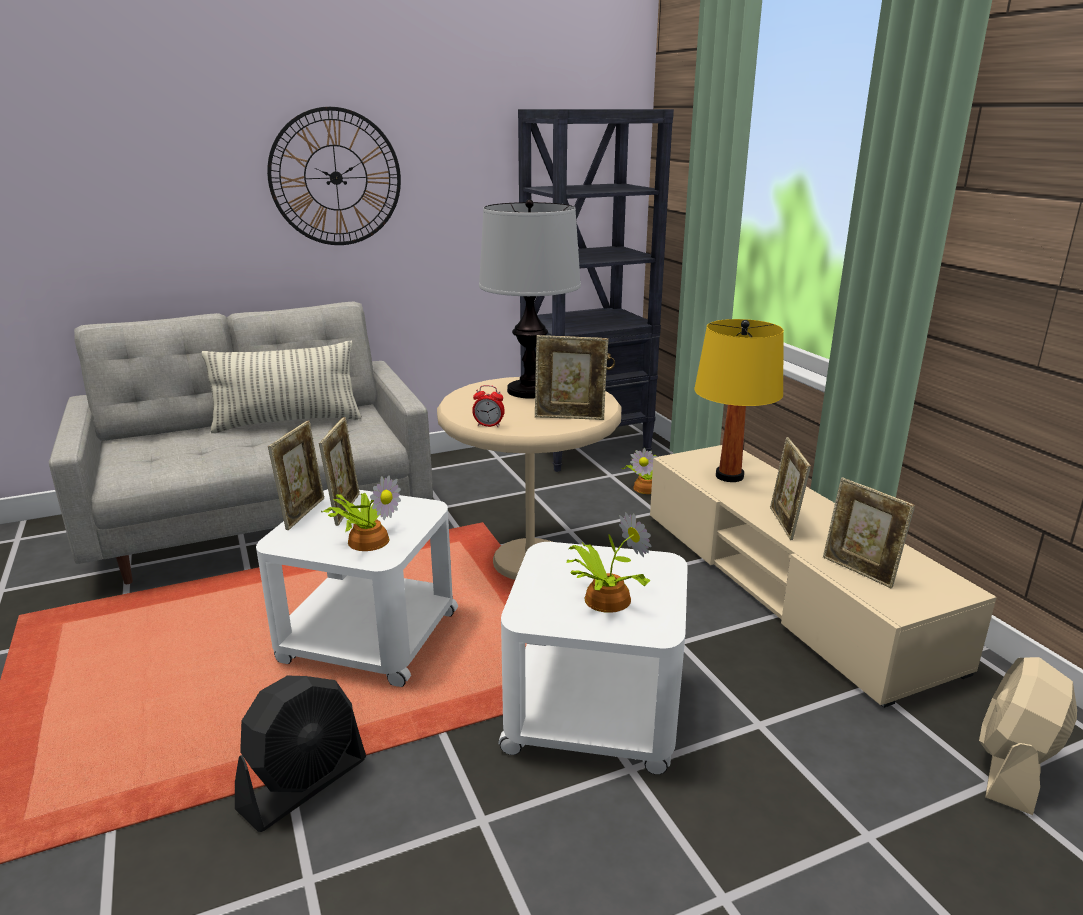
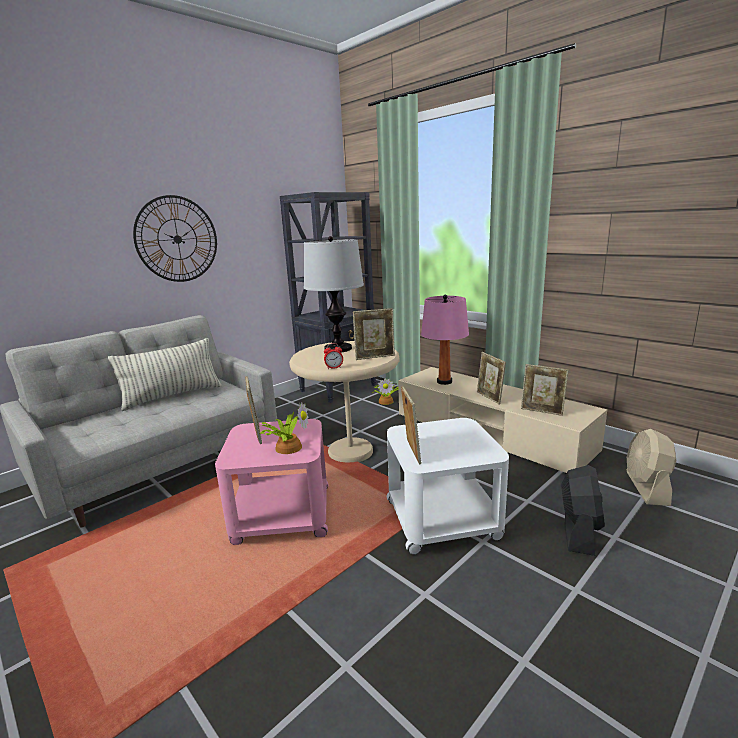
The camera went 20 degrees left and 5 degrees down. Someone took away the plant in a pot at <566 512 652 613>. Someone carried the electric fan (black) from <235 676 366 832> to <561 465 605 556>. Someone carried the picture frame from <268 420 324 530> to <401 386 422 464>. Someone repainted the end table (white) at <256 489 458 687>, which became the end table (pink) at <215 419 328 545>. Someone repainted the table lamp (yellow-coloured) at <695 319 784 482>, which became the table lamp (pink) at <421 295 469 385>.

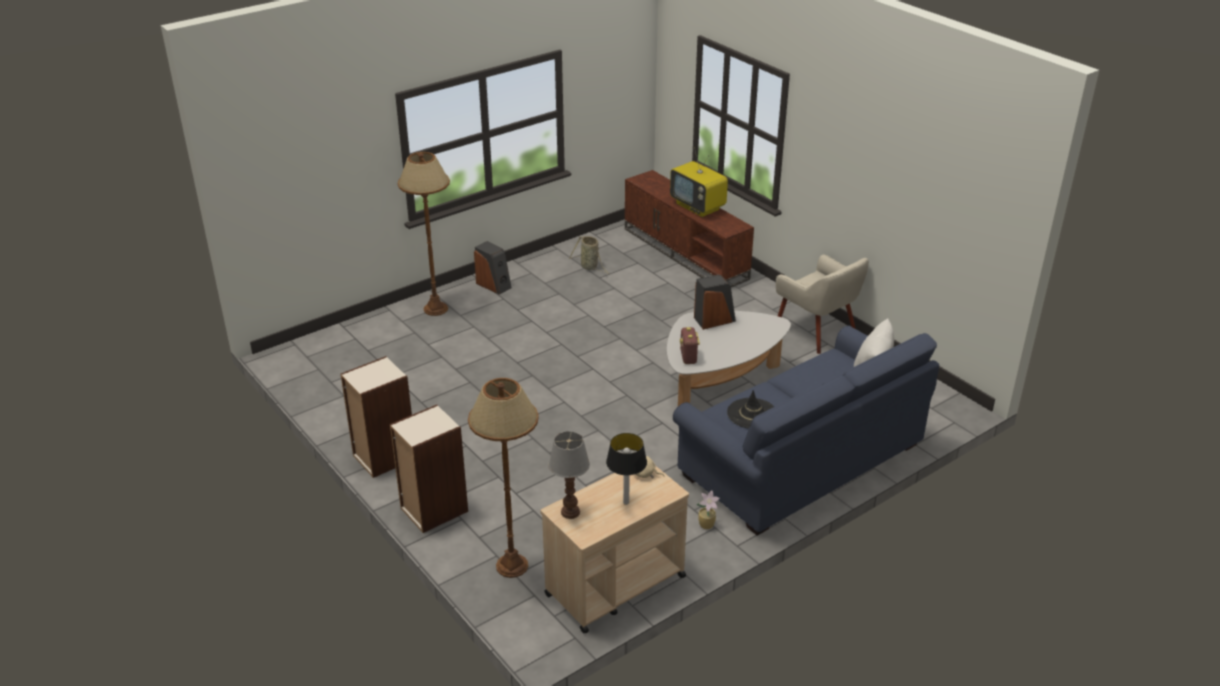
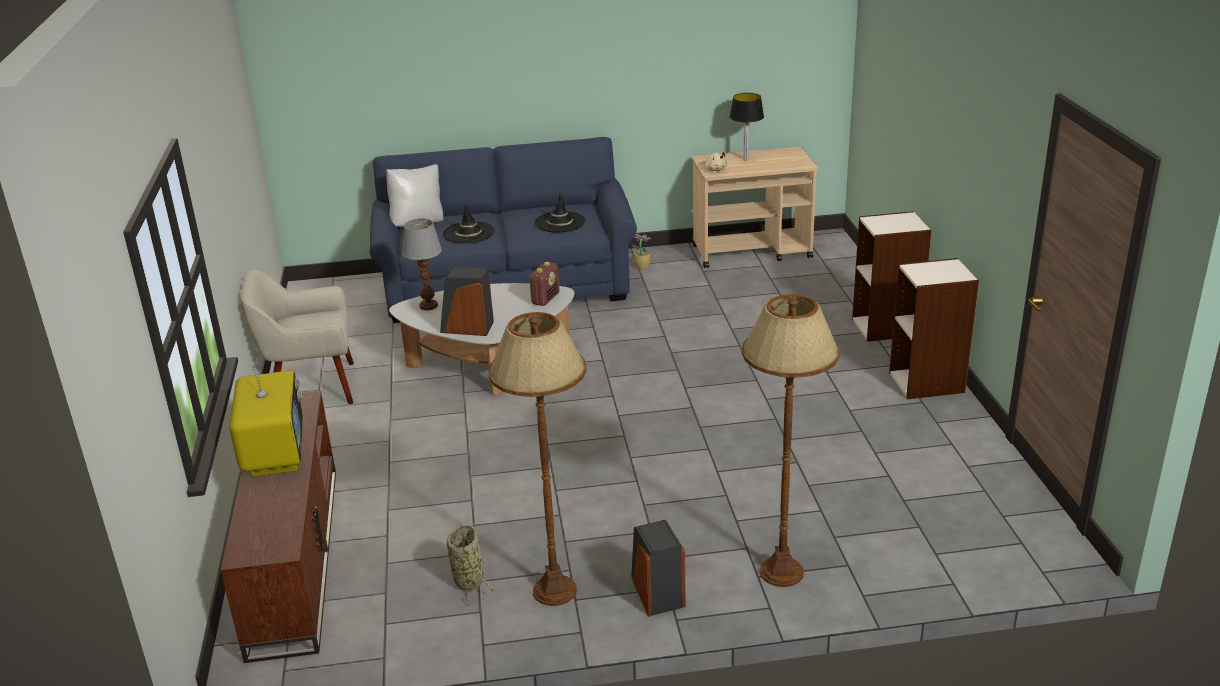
The camera went 150 degrees left and 5 degrees down. Someone put down the hat (black) at <443 205 495 243>. Someone carried the standing lamp (brownish) from <468 378 539 578> to <489 312 587 606>. Someone carried the table lamp from <549 431 590 519> to <402 218 442 310>. Someone rotated the lounge chair (sand-coloured) at <776 254 869 354> by 90 degrees counterclockwise.

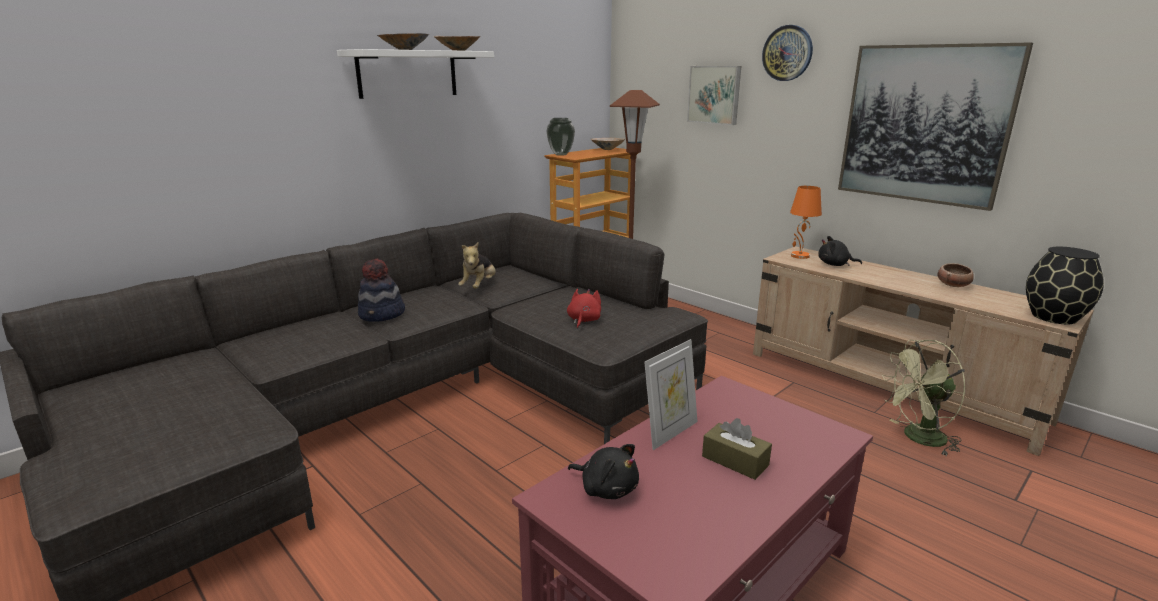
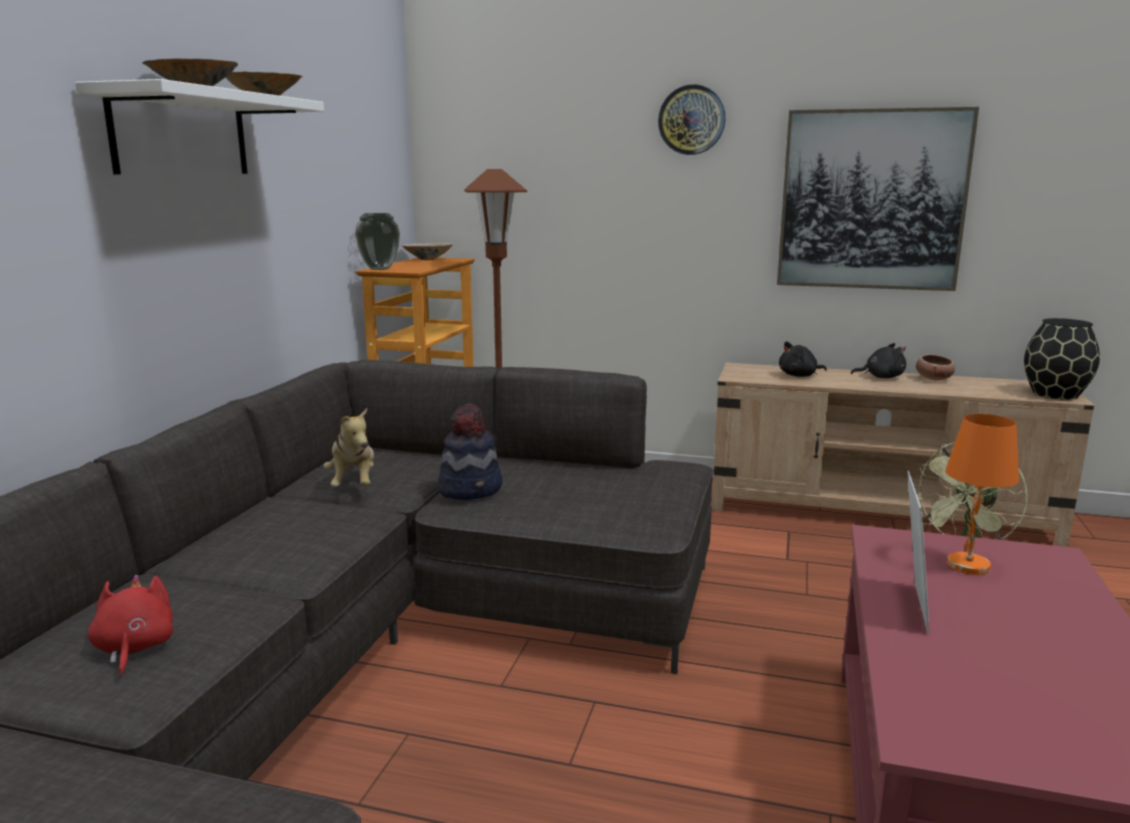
The camera went 30 degrees left and 5 degrees down. Someone took away the picture at <687 66 741 125>. Someone took away the tissue box (brownish) at <702 418 772 480>. Someone carried the hat from <358 258 405 322> to <438 404 503 500>. Someone carried the plush toy (red) from <567 289 601 329> to <88 575 173 676>. Someone carried the plush toy (black) from <568 444 639 499> to <851 343 906 378>. Someone carried the table lamp (orange) from <790 186 822 259> to <945 414 1019 575>.

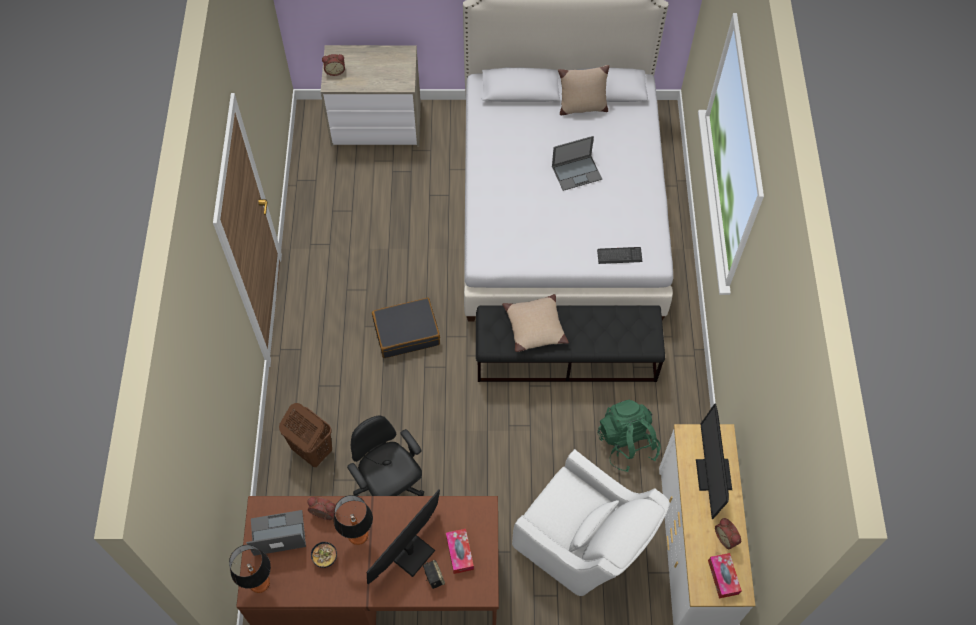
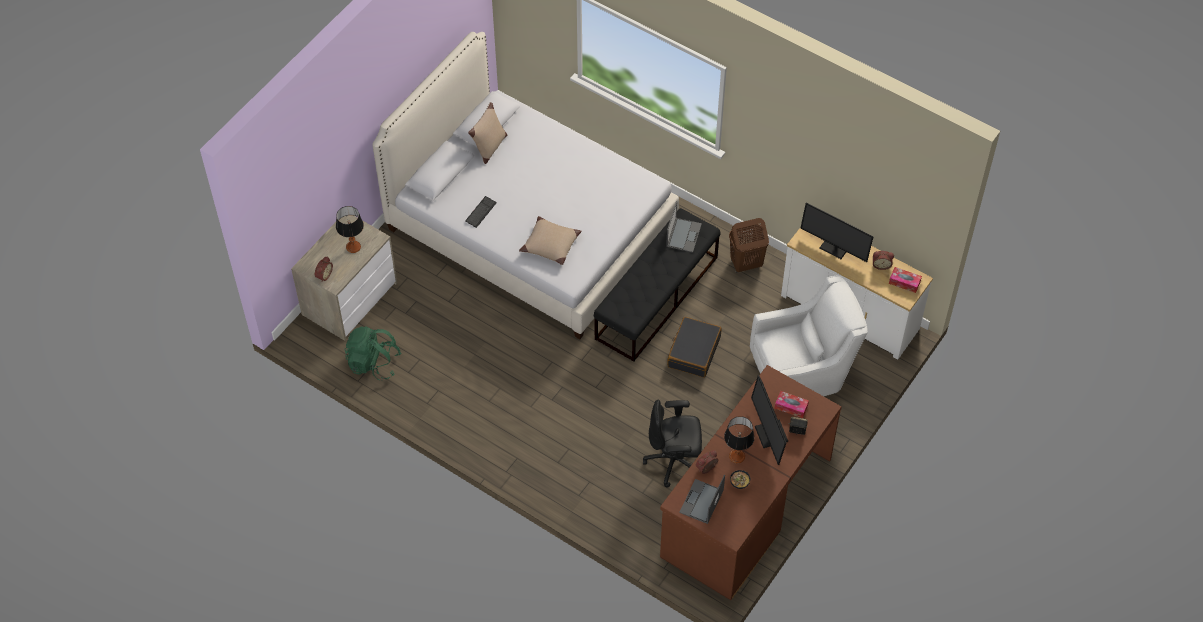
The camera went 55 degrees left and 5 degrees down. Someone carried the table lamp from <229 545 271 593> to <336 206 364 253>. Someone carried the washing basket (brownish) from <279 403 332 467> to <729 218 769 272>. Someone carried the travel case (black) from <372 298 440 358> to <667 317 722 378>. Someone carried the pillow (sand-coloured) from <502 294 569 352> to <519 216 582 265>. Someone carried the laptop from <552 136 602 191> to <666 201 702 253>. Someone carried the PC keyboard from <597 247 642 264> to <465 196 496 228>. Someone carried the rucksack (green) from <597 399 661 472> to <344 326 402 380>.

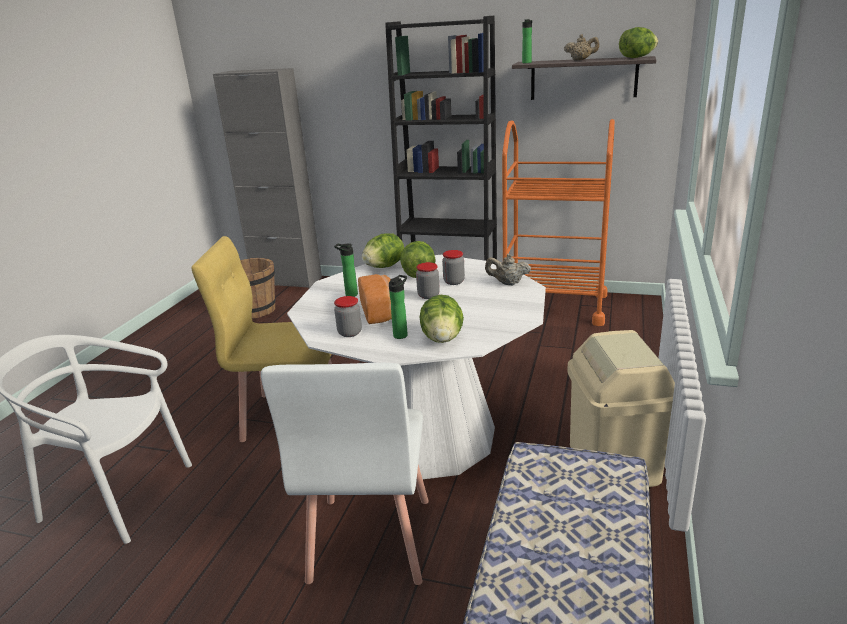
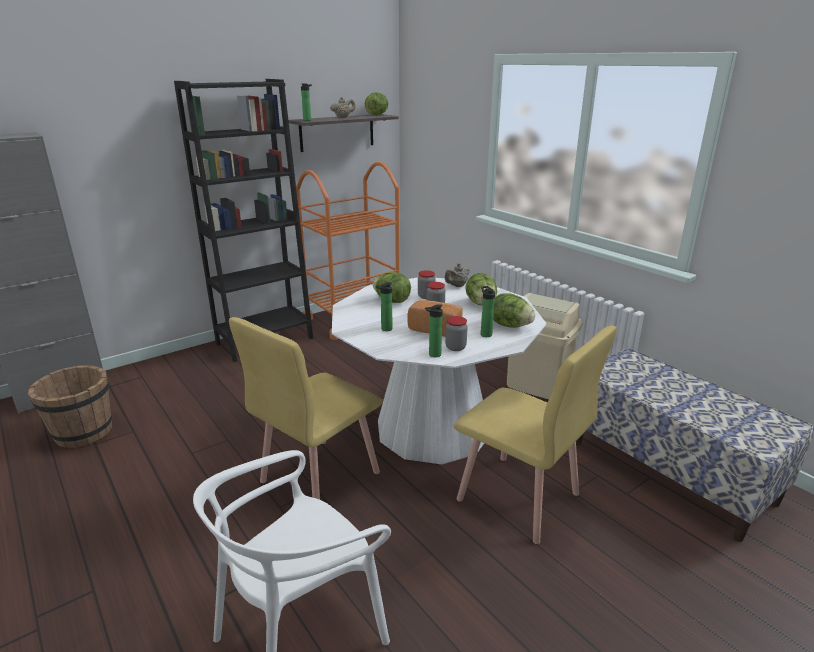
The camera went 55 degrees left and 0 degrees up. Someone put down the beverage bottle at <425 304 443 357>. Someone carried the head of lettuce from <362 233 404 268> to <465 273 497 305>. Someone repainted the upright chair (white) at <261 363 429 585>, which became the upright chair (yellow-coloured) at <453 326 617 544>.

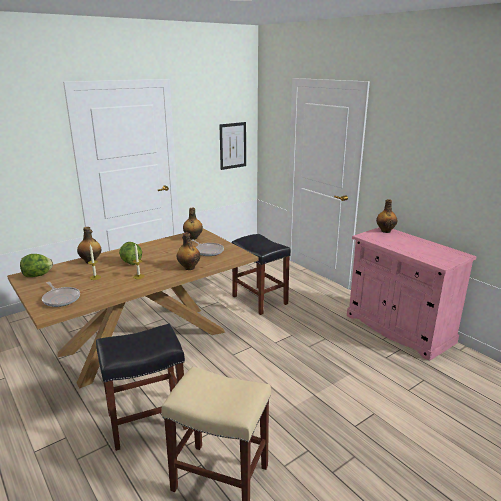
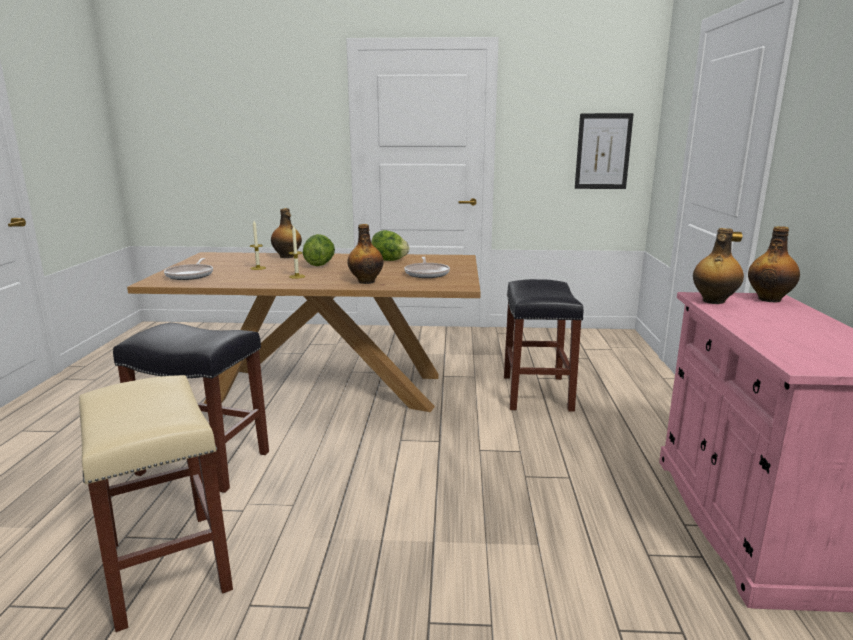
The camera went 40 degrees right and 5 degrees down. Someone carried the head of lettuce from <20 254 53 277> to <371 230 409 261>. Someone carried the beverage bottle from <183 208 203 240> to <693 228 744 304>.

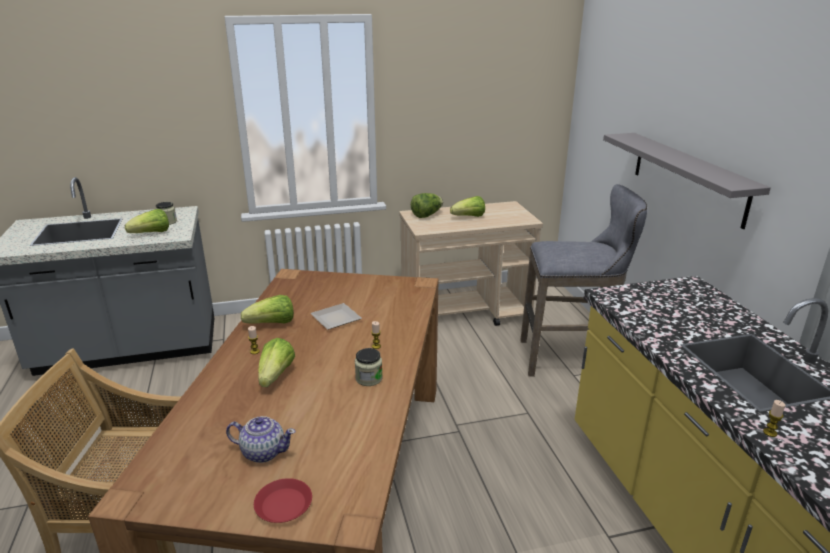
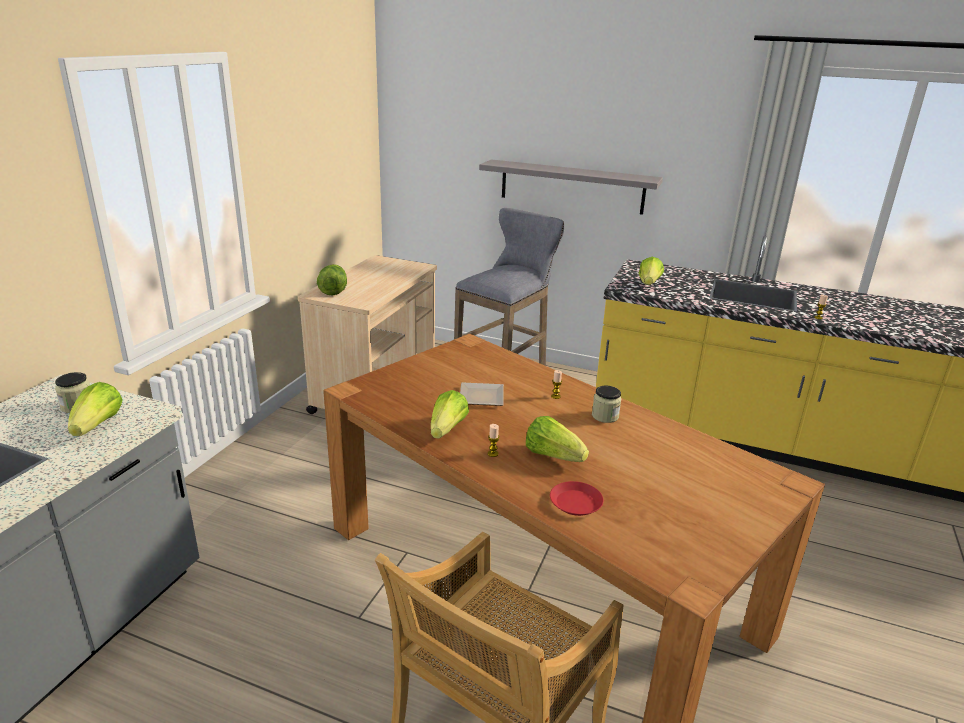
The camera went 55 degrees left and 0 degrees up. Someone took away the pot for tea at <226 416 296 463>. Someone carried the flat dish (red) from <254 478 312 523> to <550 481 604 516>. Someone carried the head of lettuce from <450 196 485 217> to <639 257 664 285>.

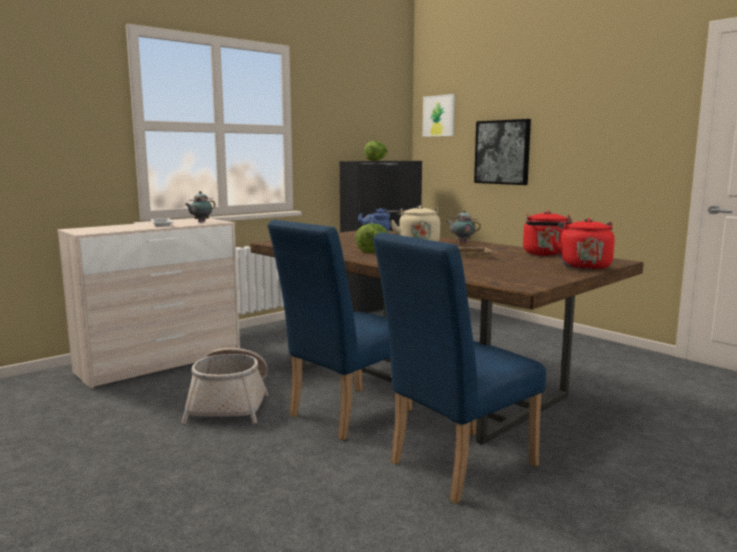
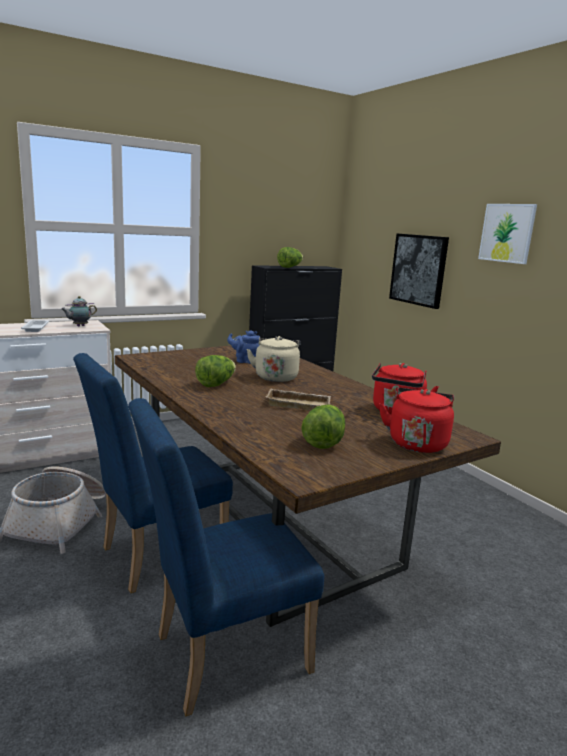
The camera went 10 degrees right and 5 degrees up. Someone took away the pot for tea at <446 210 481 242>. Someone put down the head of lettuce at <301 404 345 449>. Someone carried the picture from <423 94 455 137> to <478 204 537 264>.

